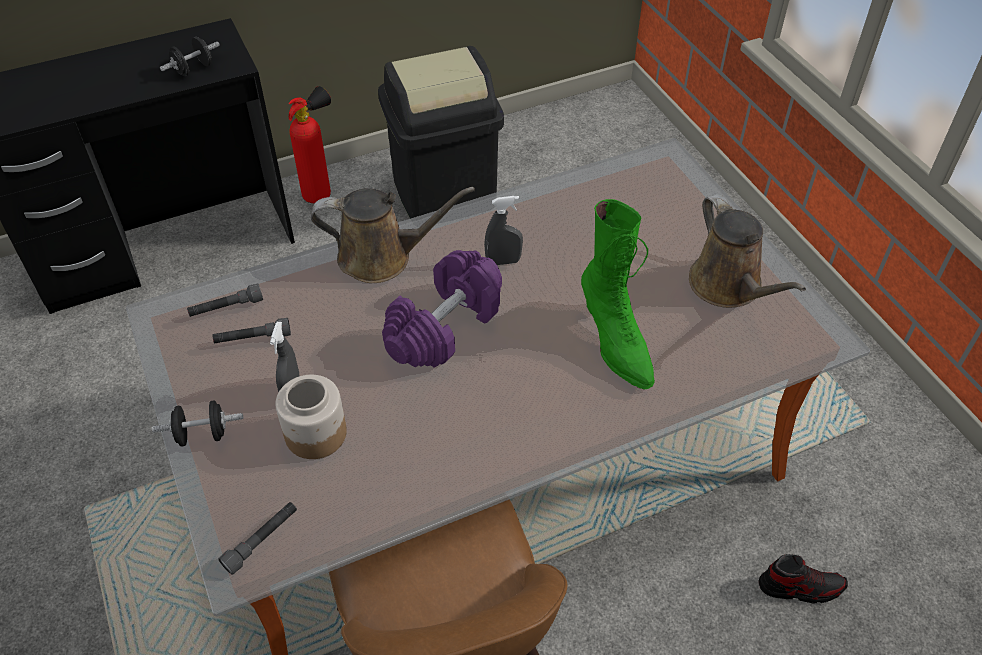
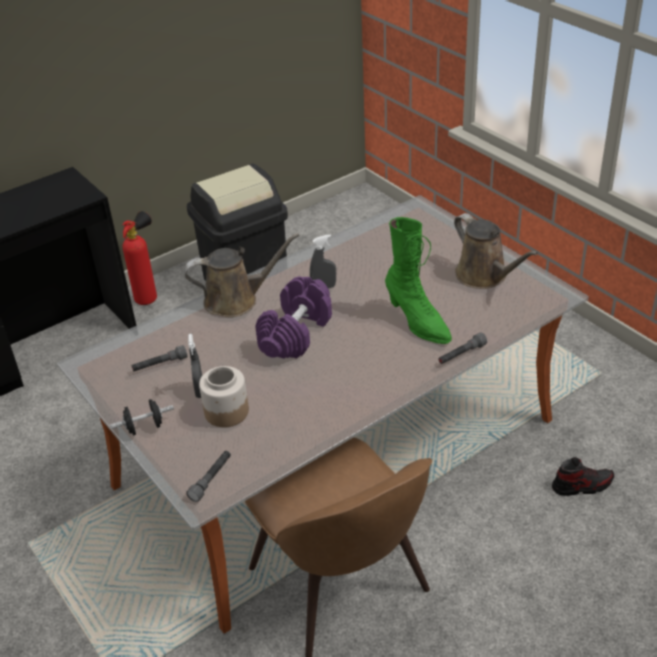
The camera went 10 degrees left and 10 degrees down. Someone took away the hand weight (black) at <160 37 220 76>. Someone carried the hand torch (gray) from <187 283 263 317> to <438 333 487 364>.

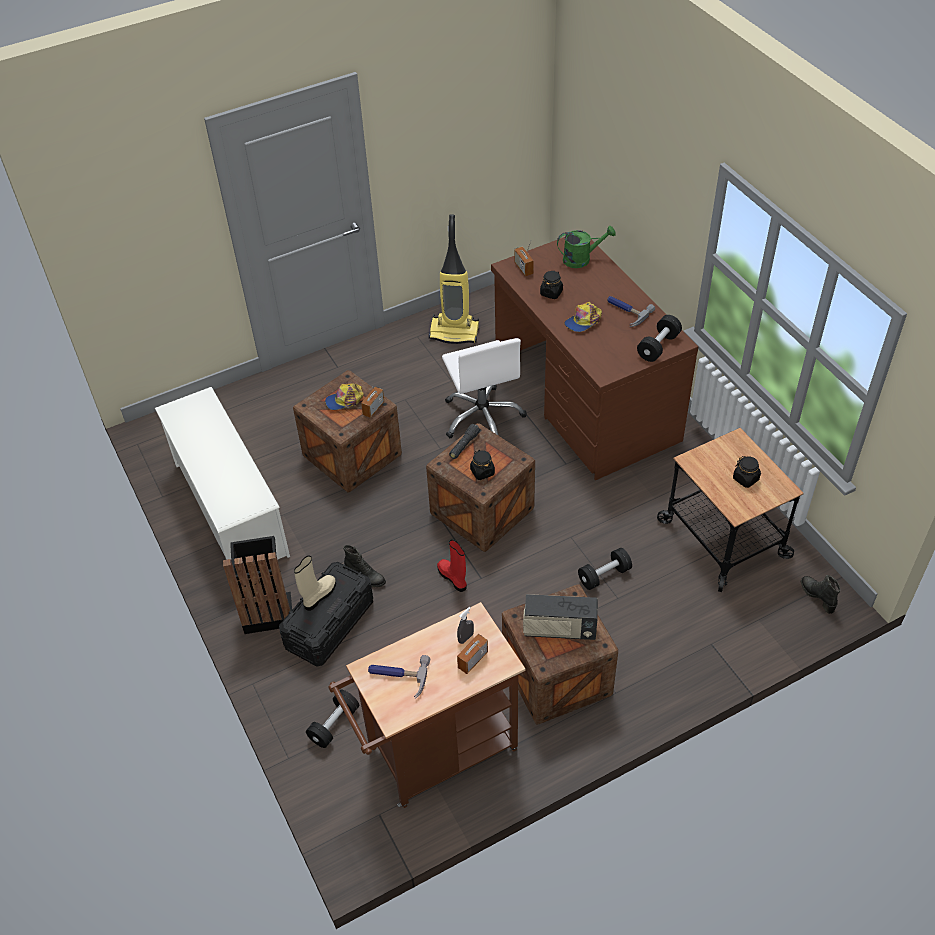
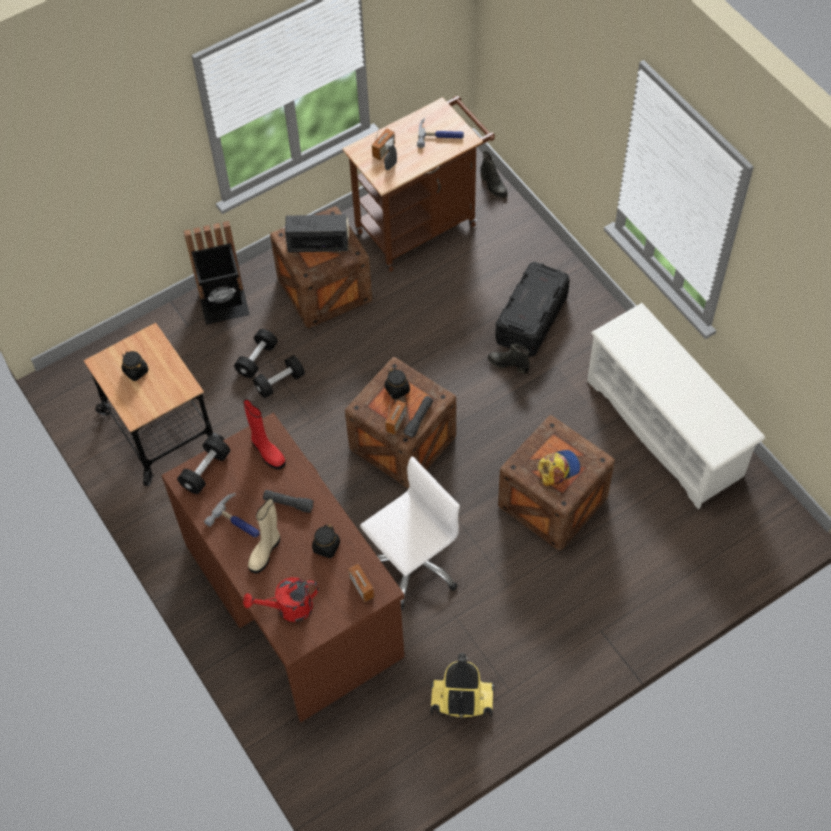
The camera went 175 degrees right and 10 degrees up. Someone carried the waste bin (black) from <223 536 292 634> to <183 221 250 325>. Someone carried the high-top boot (sand-coloured) from <294 555 336 611> to <248 498 280 574>. Someone carried the hand weight (black) from <306 690 359 748> to <234 329 278 378>. Someone carried the radio from <361 387 384 418> to <385 395 407 435>. Someone carried the high-top boot (red) from <437 540 467 592> to <243 399 286 470>. Someone carried the high-top boot (black) from <801 575 841 614> to <481 151 508 198>. Someone swapped the peaked cap at <564 302 602 332> for the hand torch (black) at <263 490 314 513>. Someone repainted the watering can (green) at <557 226 616 268>, which became the watering can (red) at <243 577 319 622>. Someone rotated the office chair (white) at <442 338 527 438> by 75 degrees clockwise.

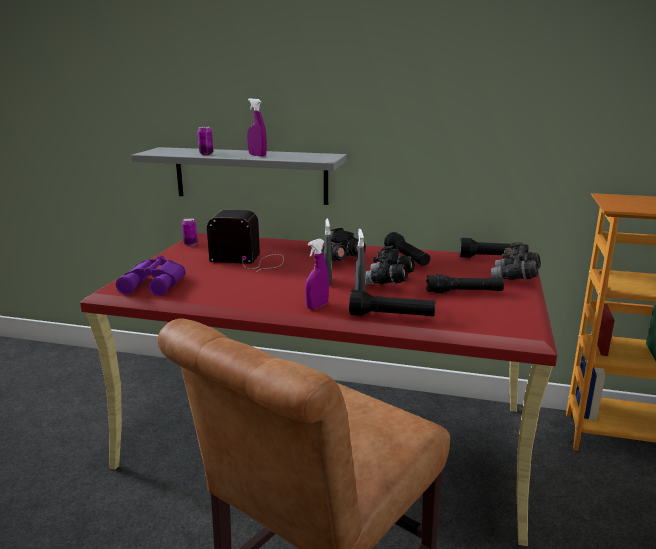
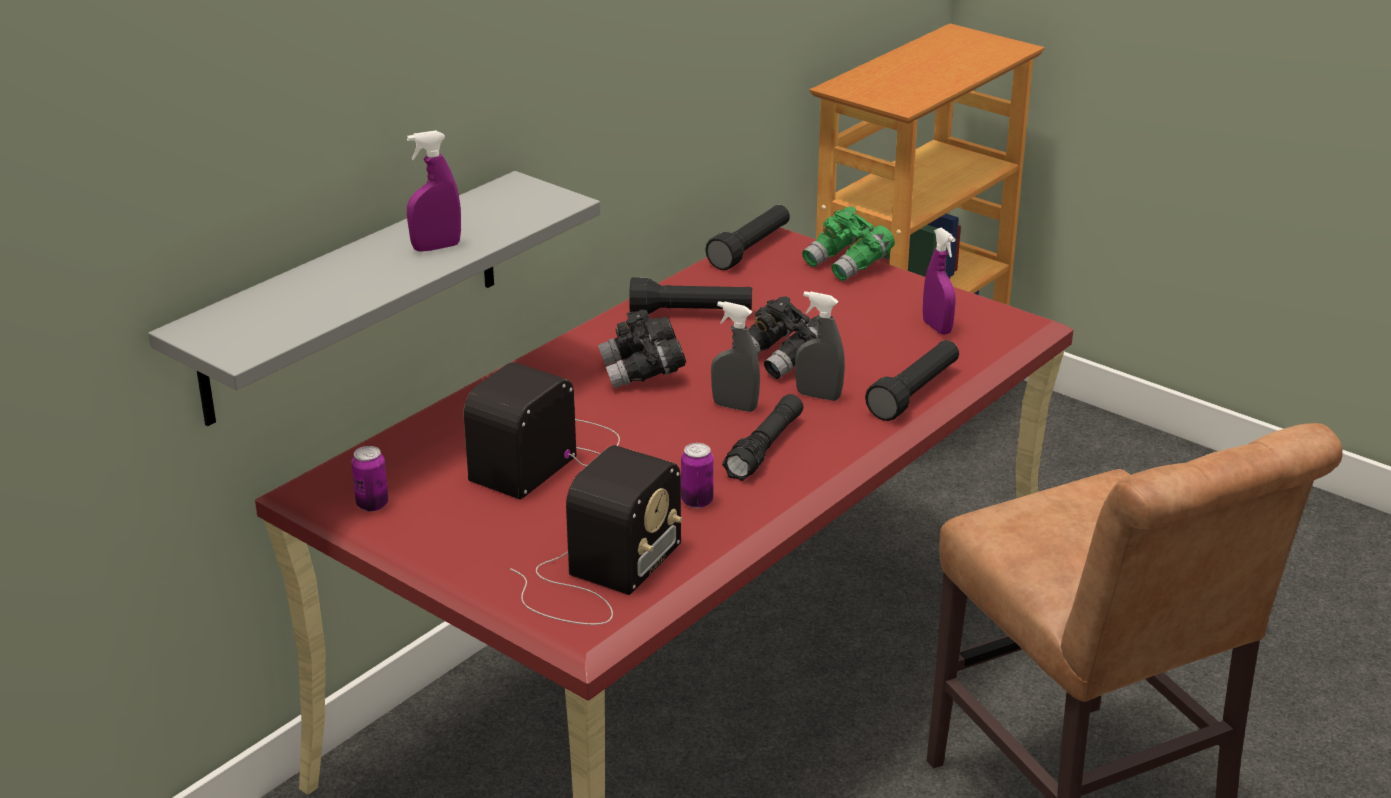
The camera went 65 degrees left and 10 degrees up. Someone carried the metal can from <198 127 213 155> to <681 443 714 508>. Someone carried the sprayer (purplish) from <305 239 329 310> to <923 228 956 335>. Someone carried the hand torch (black) from <426 274 504 293> to <722 394 803 481>. Someone swapped the binoculars (purplish) at <116 256 185 296> for the radio at <510 445 682 625>. Someone repainted the binoculars (gray) at <491 242 541 281>, which became the binoculars (green) at <802 206 895 281>.

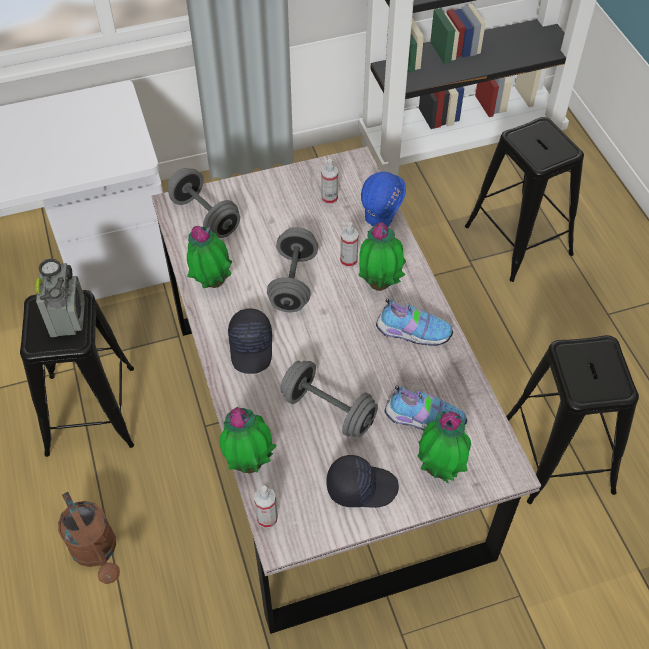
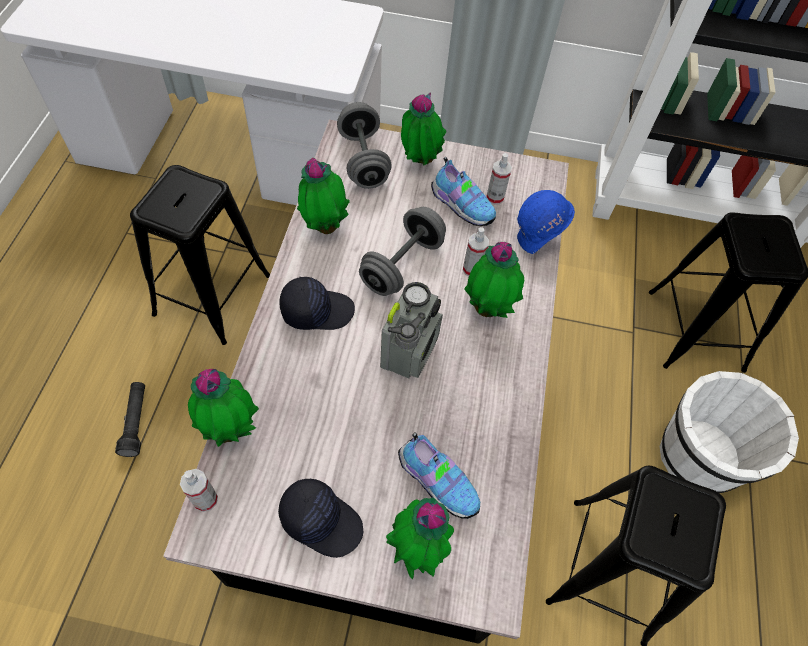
The camera went 25 degrees right and 5 degrees up. Someone took away the hand weight (gray) at <280 361 378 437>. Someone put down the plant in a pot at <401 92 446 165>. Someone put down the water bucket (white) at <660 371 799 493>. Someone carried the radio from <36 259 85 337> to <380 282 443 378>. Someone carried the low shoe from <376 298 453 346> to <431 157 496 226>. Someone swapped the watering can (brownish) at <58 492 120 584> for the hand torch (black) at <115 382 145 457>. Someone rotated the peaked cap (black) at <228 308 272 374> by 120 degrees counterclockwise.

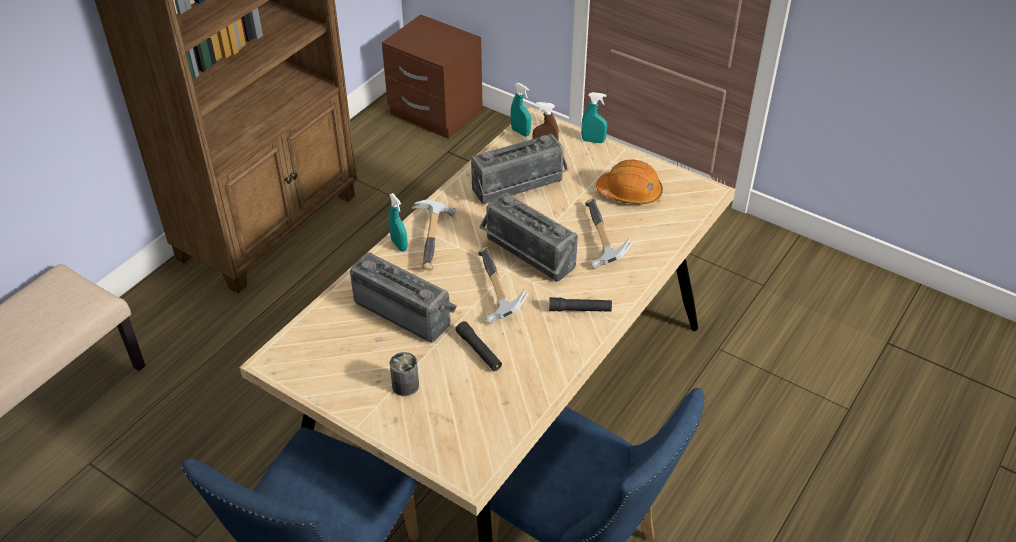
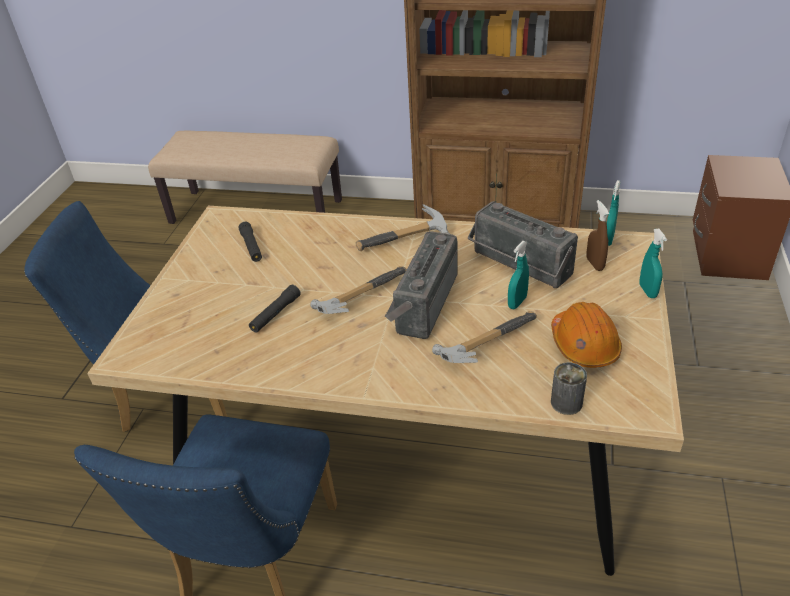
The camera went 70 degrees right and 5 degrees down. Someone took away the radio at <350 252 457 342>. Someone carried the sprayer (turquoise) from <389 193 408 252> to <508 241 529 309>. Someone carried the metal can from <390 352 419 396> to <551 362 587 415>. Someone carried the hand torch (black) from <549 297 612 312> to <239 222 262 262>.

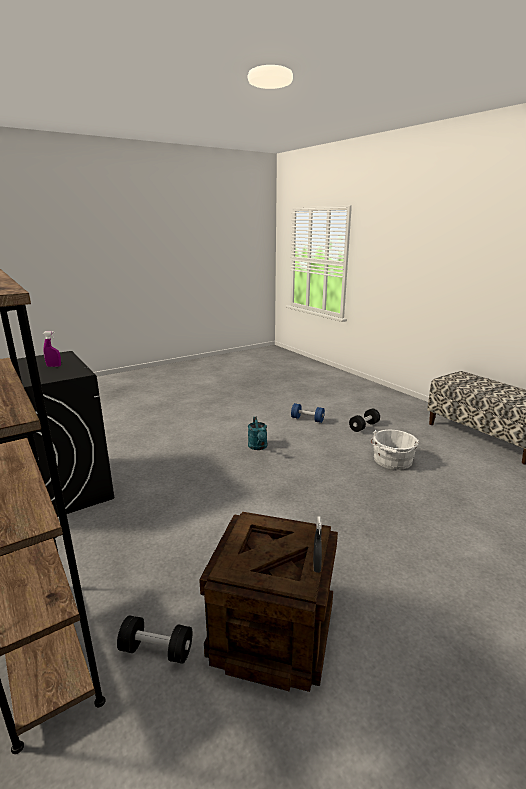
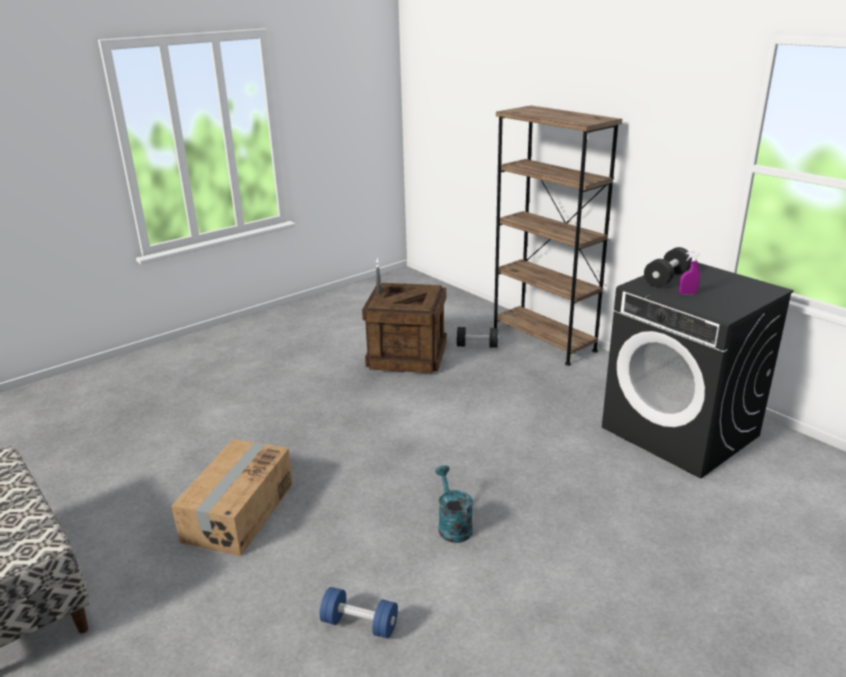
The camera went 175 degrees right and 5 degrees up. Someone carried the hand weight (black) from <349 408 380 432> to <644 247 692 287>. Someone swapped the water bucket (white) at <371 430 419 470> for the cardboard box at <171 439 293 556>.

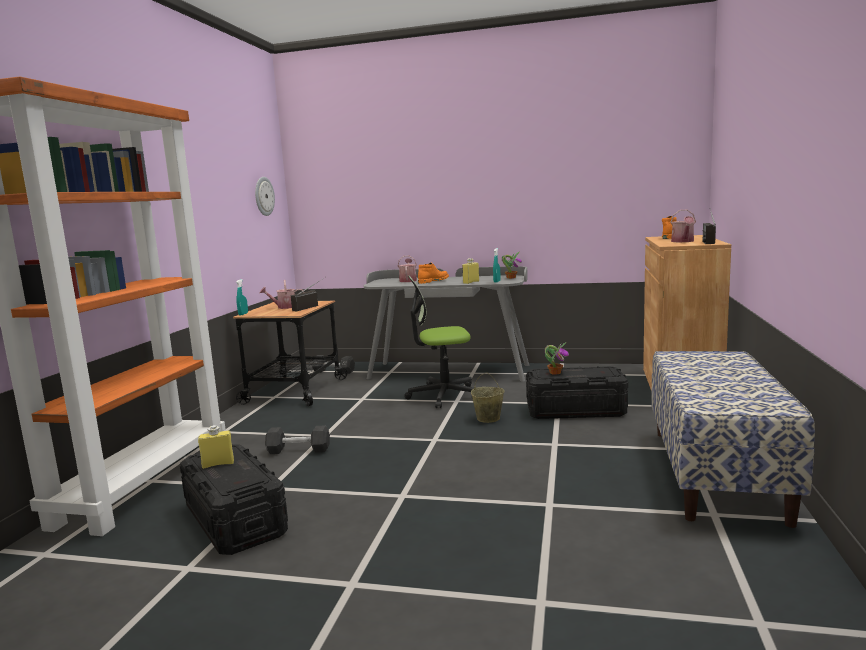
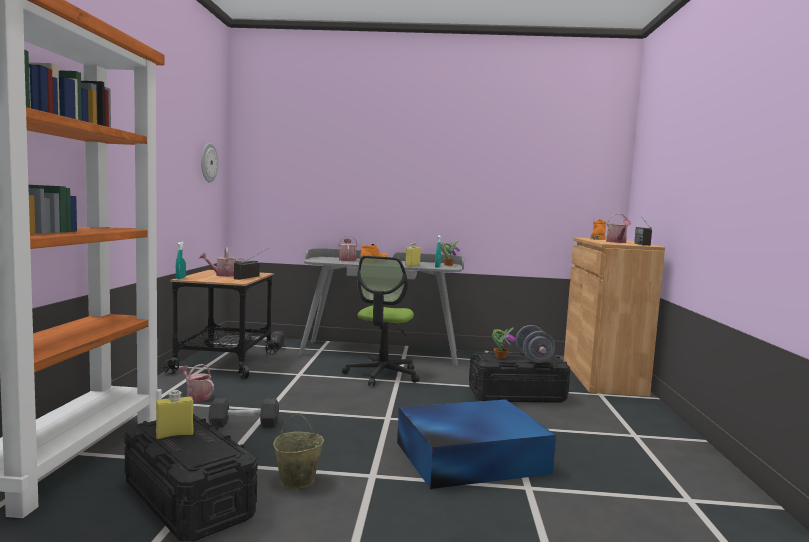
The camera went 10 degrees left and 5 degrees down. Someone took away the bench at <651 351 815 528>. Someone put down the watering can at <178 364 214 401>. Someone put down the storage bin (blue) at <397 400 556 489>. Someone put down the hand weight (gray) at <515 325 555 363>. Someone carried the water bucket (sand-coloured) from <471 372 505 423> to <273 413 324 489>. Someone rotated the office chair at <404 275 474 408> by 60 degrees counterclockwise.

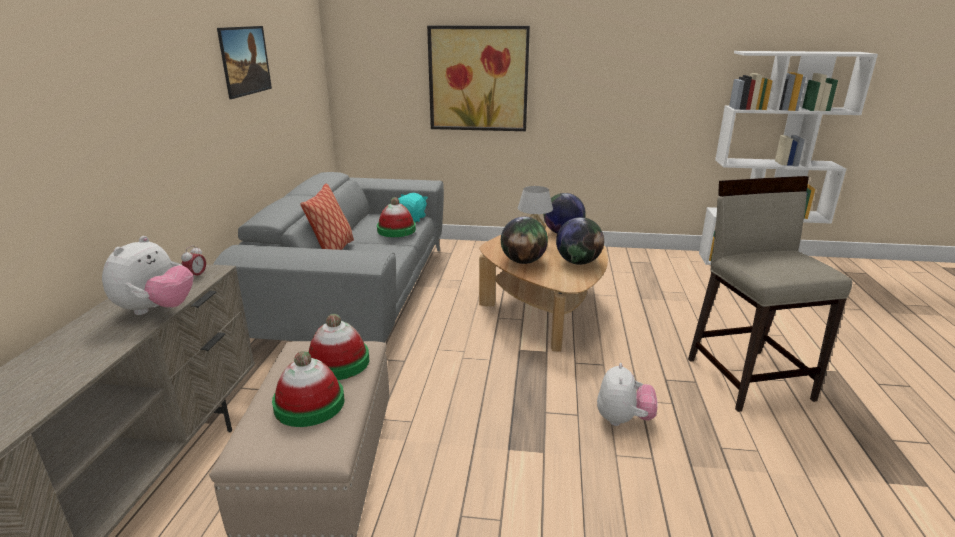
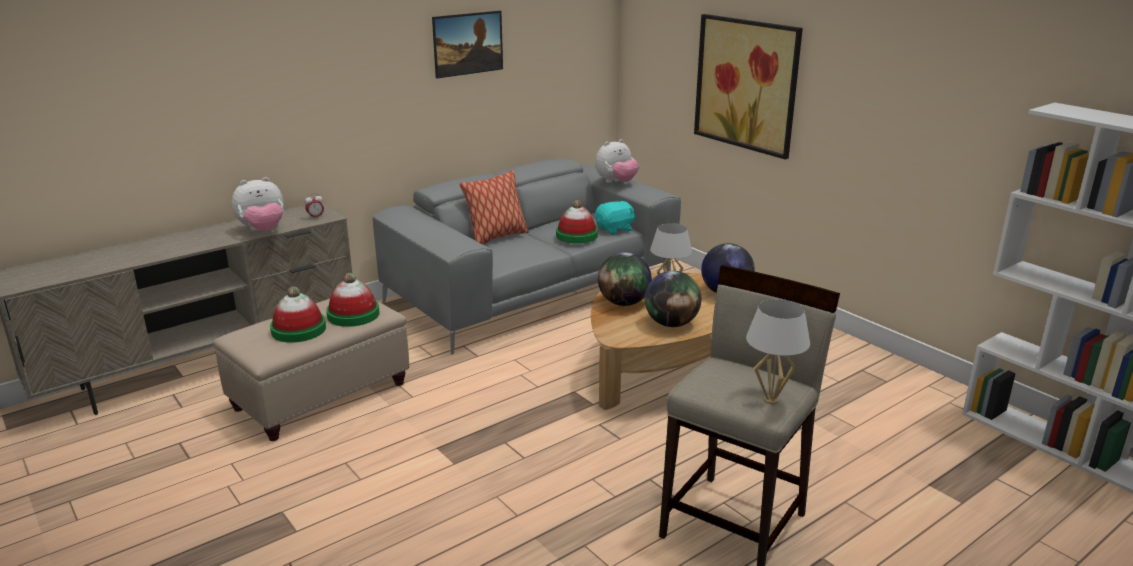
The camera went 45 degrees right and 0 degrees up. Someone put down the table lamp (white) at <746 299 810 404>. Someone carried the plush toy from <597 363 658 426> to <595 139 639 183>.

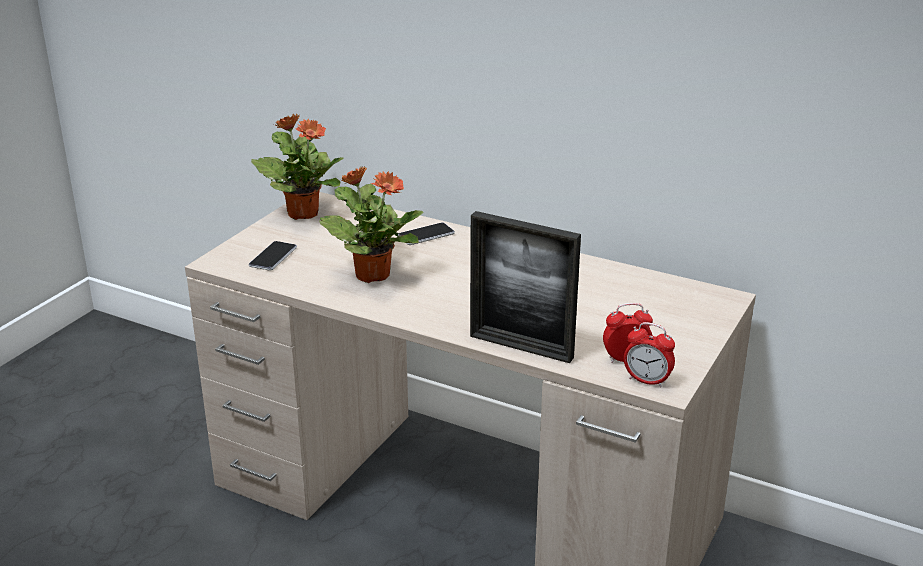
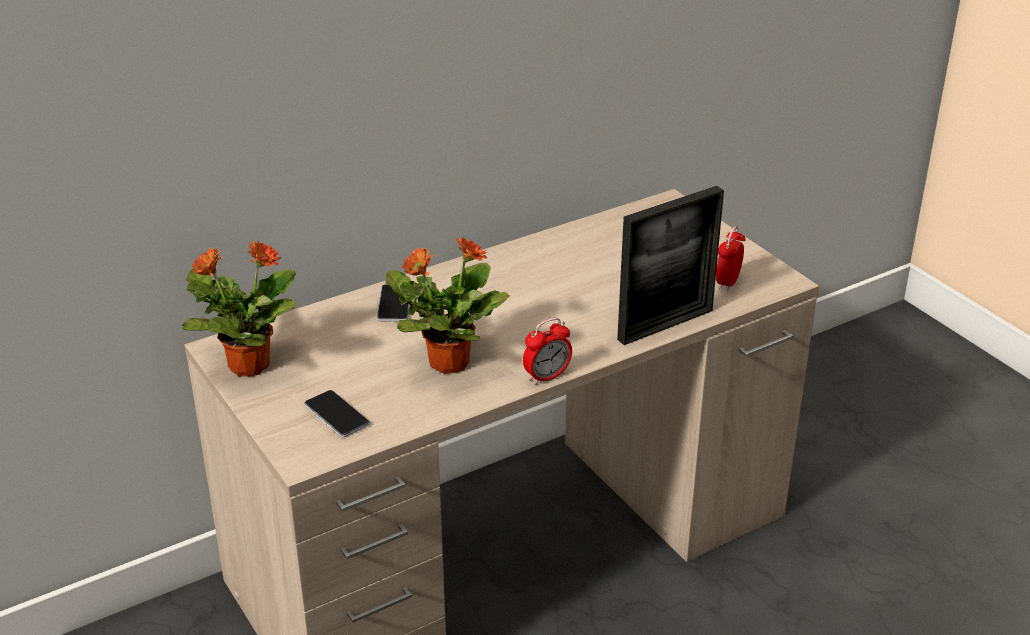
The camera went 60 degrees left and 5 degrees up. Someone carried the bedside clock from <624 322 675 387> to <523 318 572 385>.

